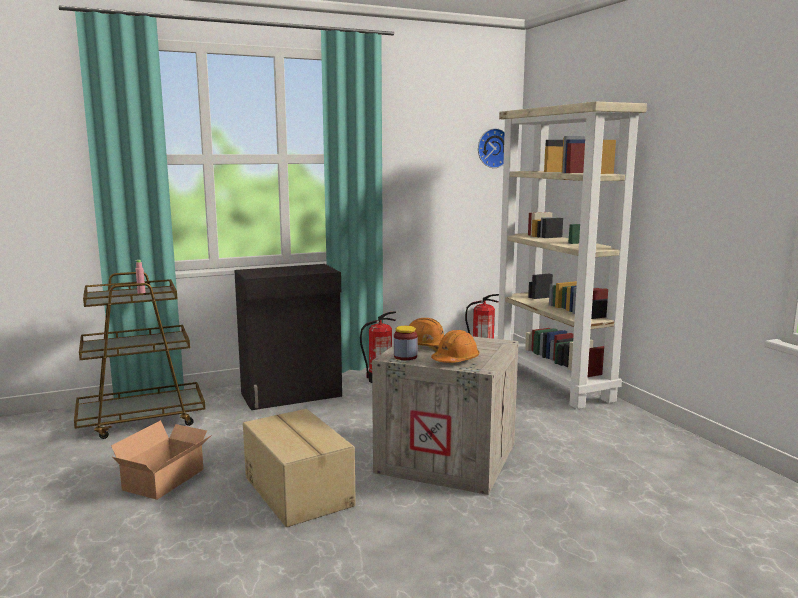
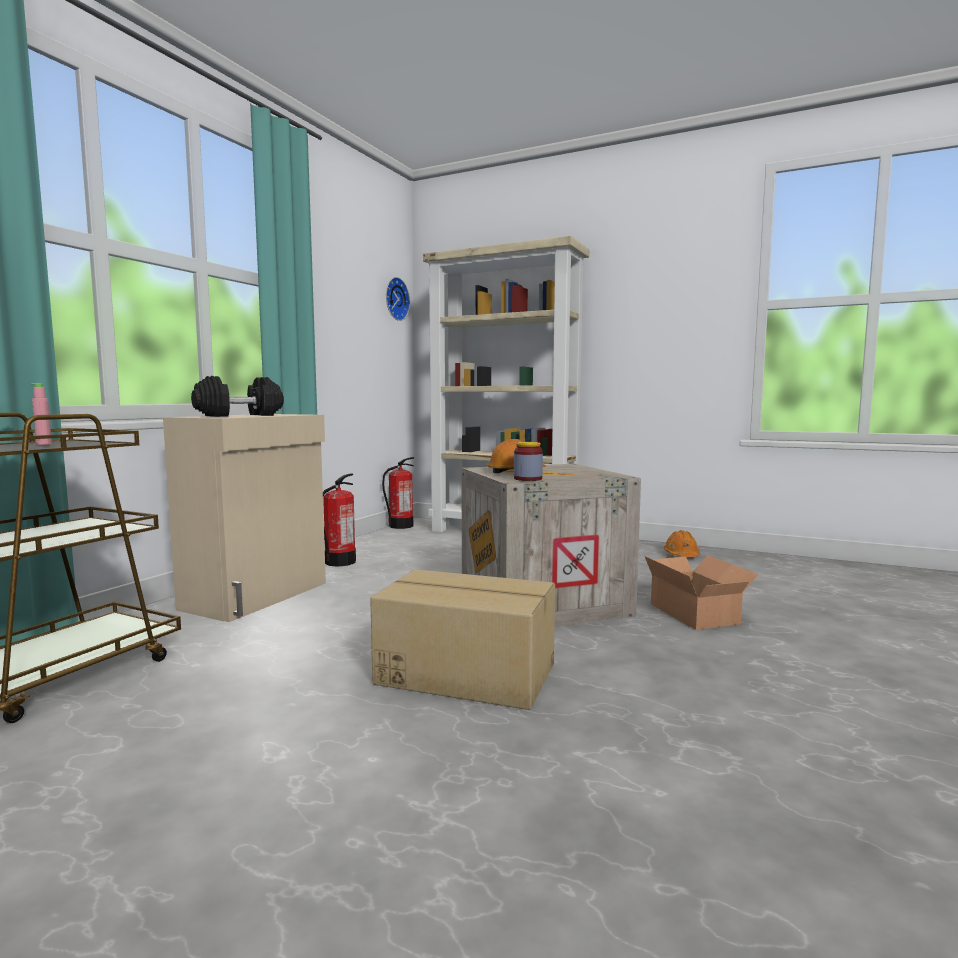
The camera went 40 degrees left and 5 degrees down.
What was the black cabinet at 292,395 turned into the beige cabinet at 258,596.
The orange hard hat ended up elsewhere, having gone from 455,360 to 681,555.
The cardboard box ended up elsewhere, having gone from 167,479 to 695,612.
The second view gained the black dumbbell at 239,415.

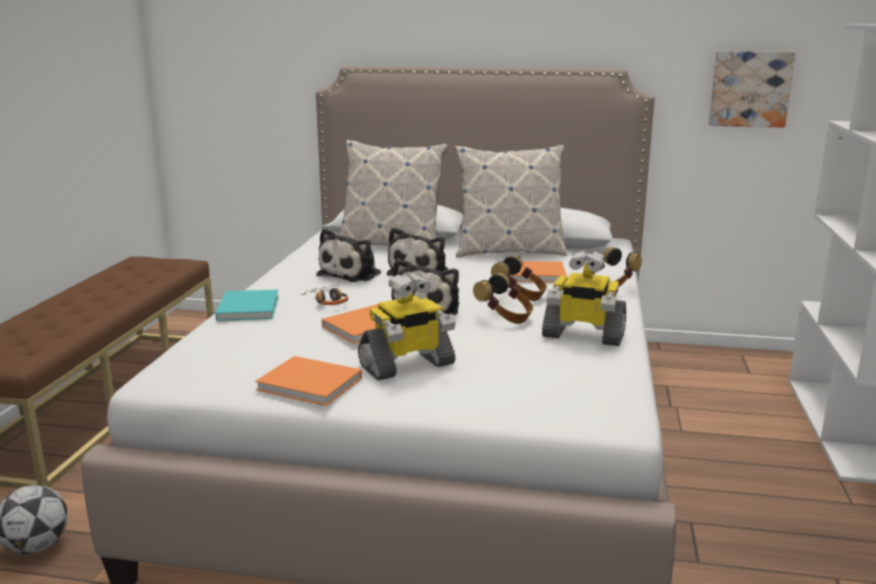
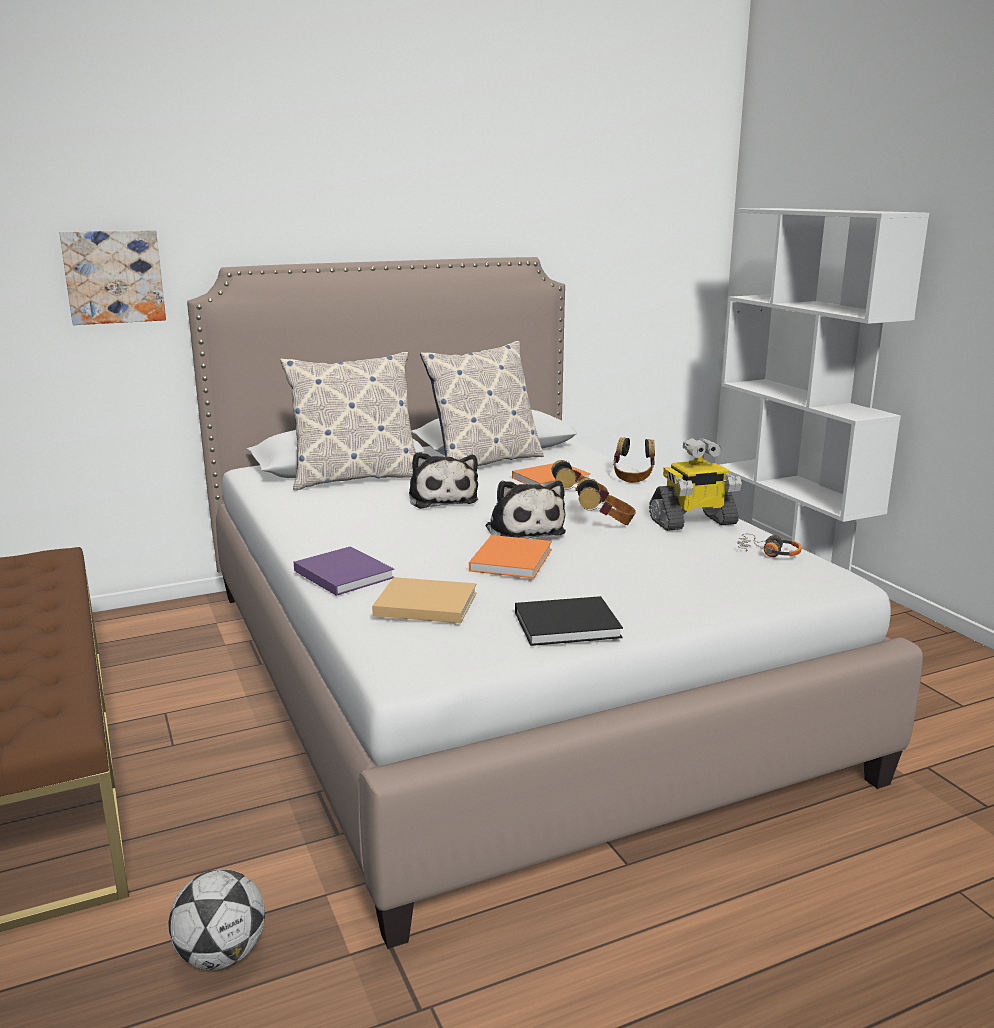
The camera went 35 degrees left and 0 degrees up.
The picture ended up elsewhere, having gone from 750,88 to 113,276.
The second view lost the plush toy at 352,274.
The second view lost the toy robot at 407,365.
The headphones ended up elsewhere, having gone from 327,301 to 767,553.
What was the turquoise book at 248,307 turned into the purple book at 342,573.
What was the orange book at 312,384 turned into the black book at 570,624.
The second view gained the beige book at 422,604.

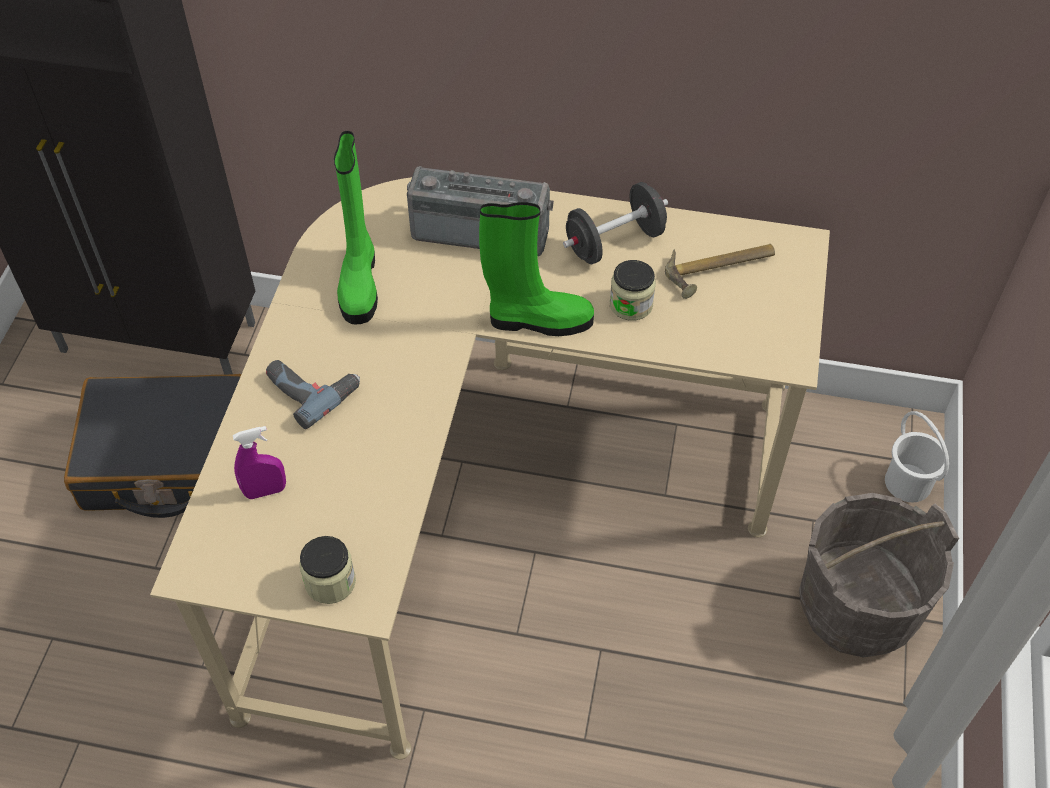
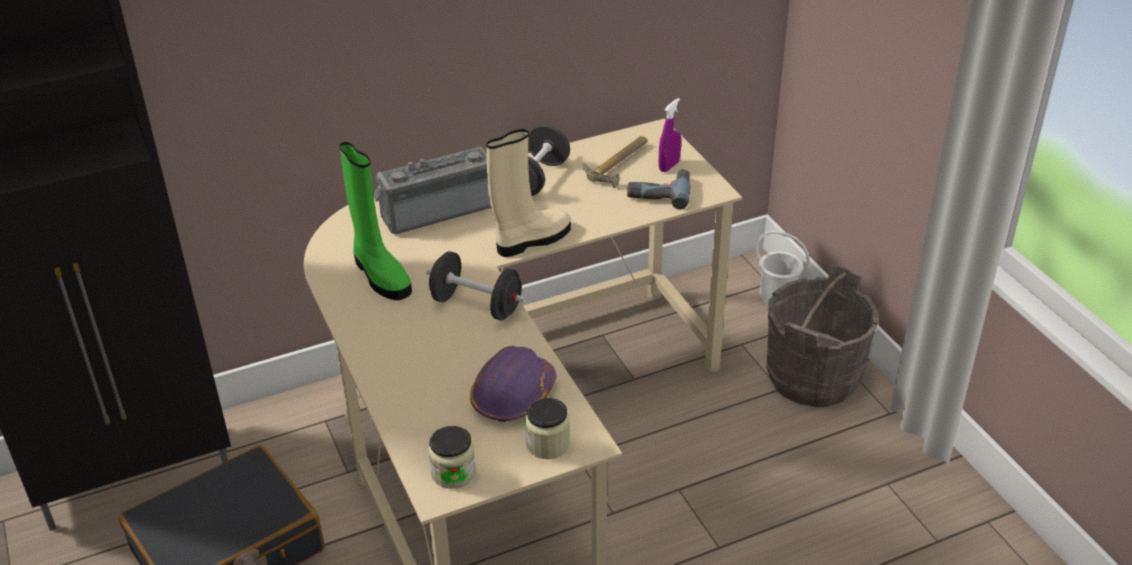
The camera went 35 degrees left and 15 degrees down.
What was the green boot at 537,320 turned into the beige boot at 531,240.
The jar ended up elsewhere, having gone from 631,305 to 453,473.
The power drill ended up elsewhere, having gone from 311,388 to 659,192.
The purple spray bottle ended up elsewhere, having gone from 265,491 to 669,166.
The second view gained the black dumbbell at 476,305.
The second view gained the purple hard hat at 513,396.

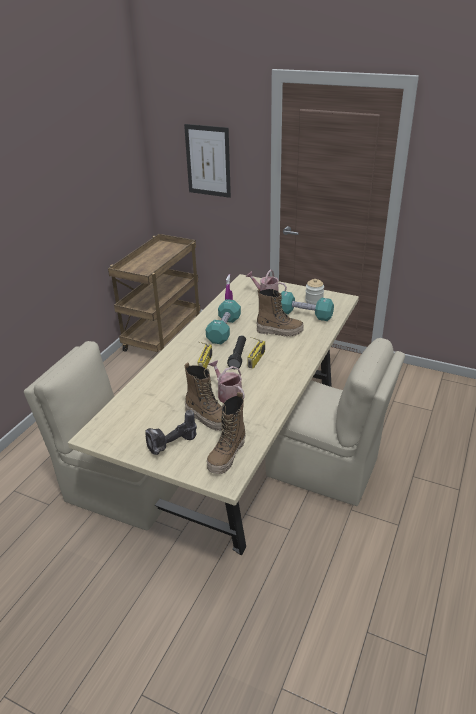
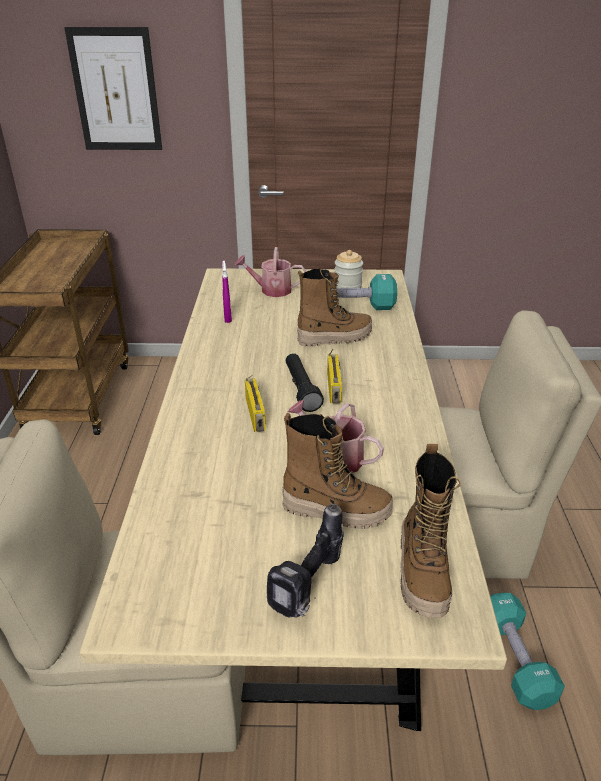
The camera went 25 degrees left and 0 degrees up.
The turquoise dumbbell ended up elsewhere, having gone from 224,330 to 515,660.

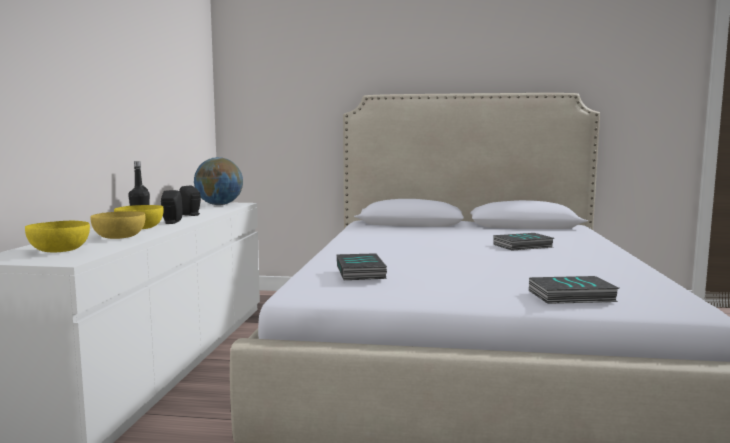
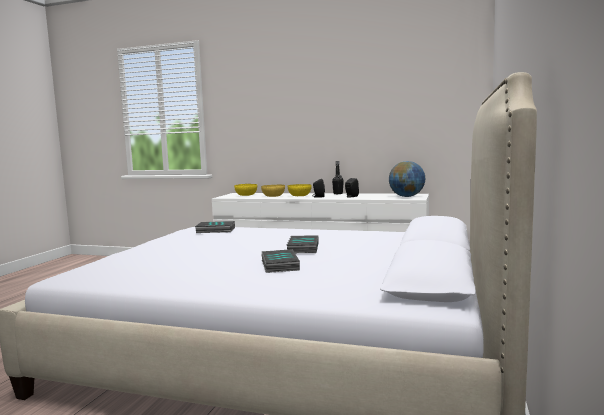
The camera went 100 degrees right and 0 degrees up.
The book ended up elsewhere, having gone from 571,296 to 302,248.

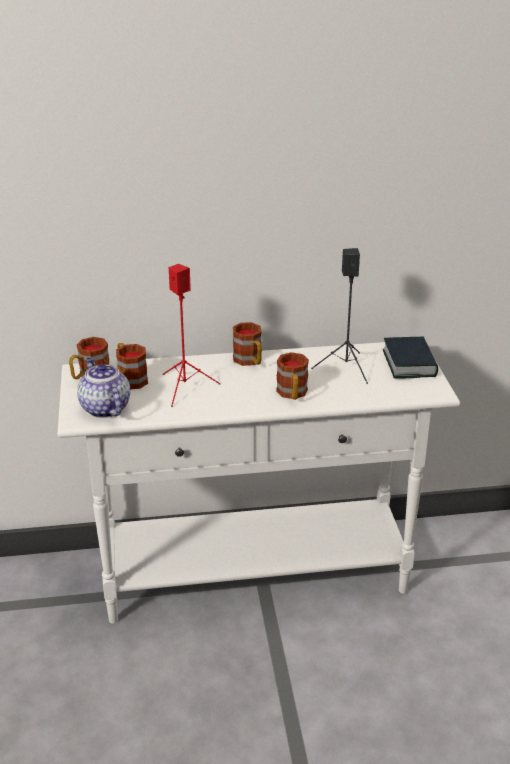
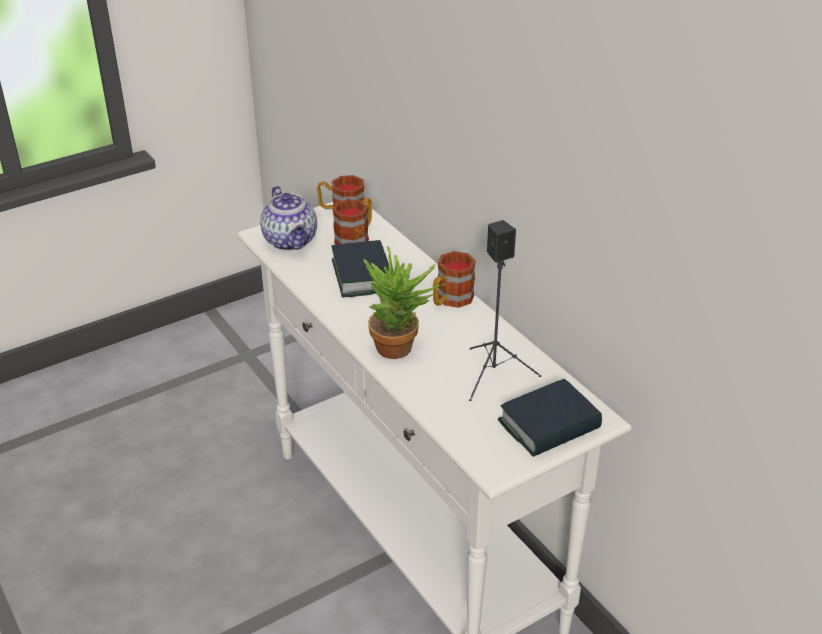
The camera went 65 degrees right and 5 degrees up.
Where the red speaker stood at 185,387, the book came to stand at 363,275.
Where the mug stood at 292,394, the potted plant came to stand at 401,349.
The teapot at 104,408 ended up facing another way, 120 degrees clockwise from before.

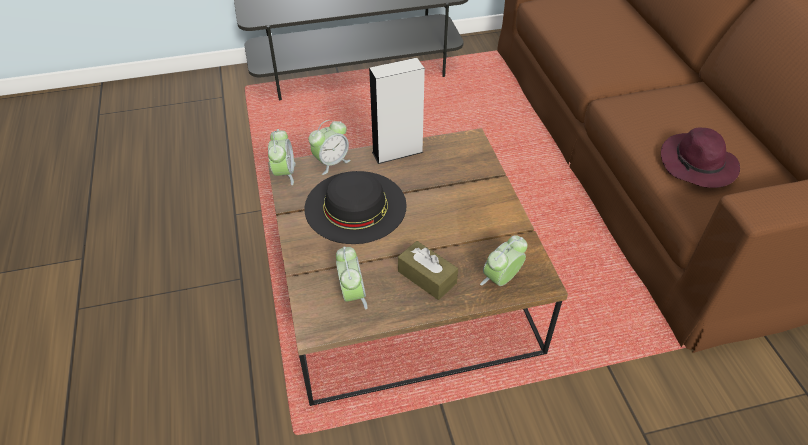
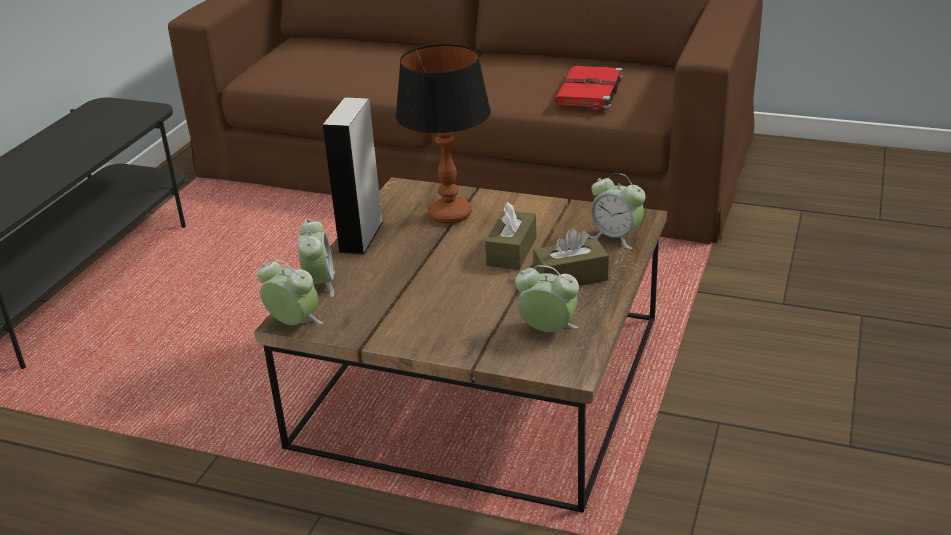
The camera went 55 degrees left and 15 degrees down.
Where the purple hat stood at 698,165, the red book came to stand at 589,91.
The second view lost the black hat at 355,206.
The alarm clock at 501,279 ended up facing another way, 45 degrees counterclockwise from before.
The second view gained the table lamp at 450,214.
The second view gained the brown tissue box at 511,251.

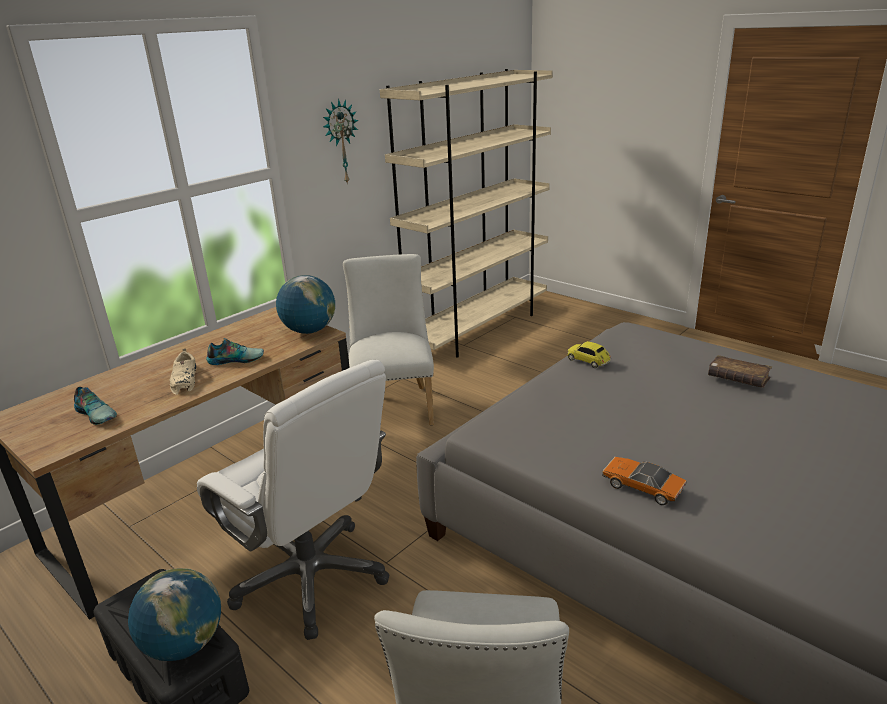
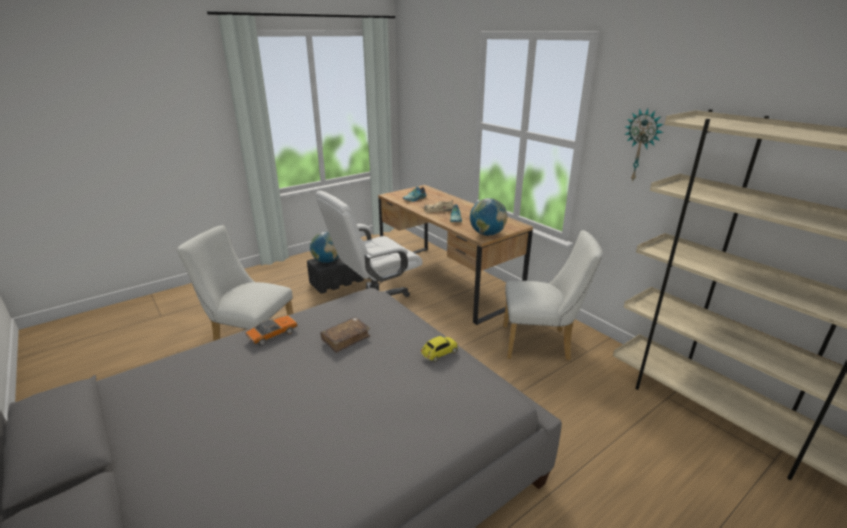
The camera went 100 degrees right and 0 degrees up.
The brown book ended up elsewhere, having gone from 738,379 to 346,338.

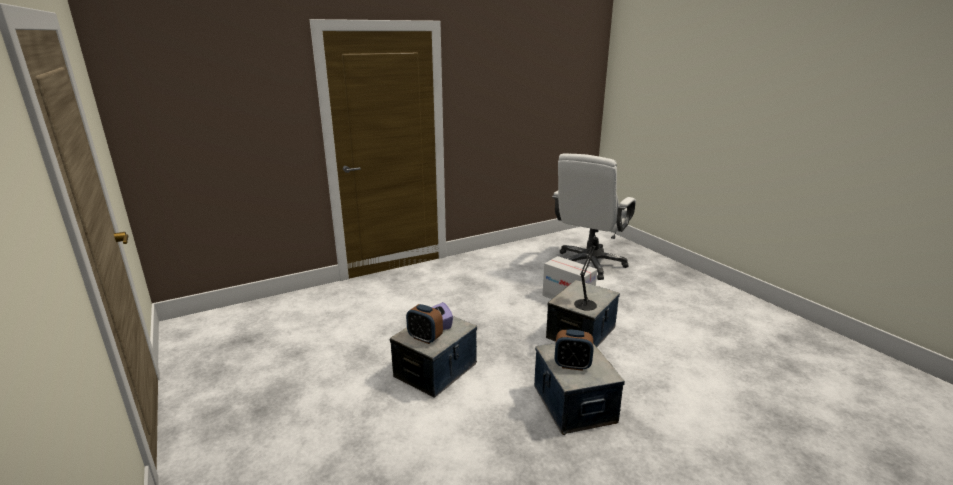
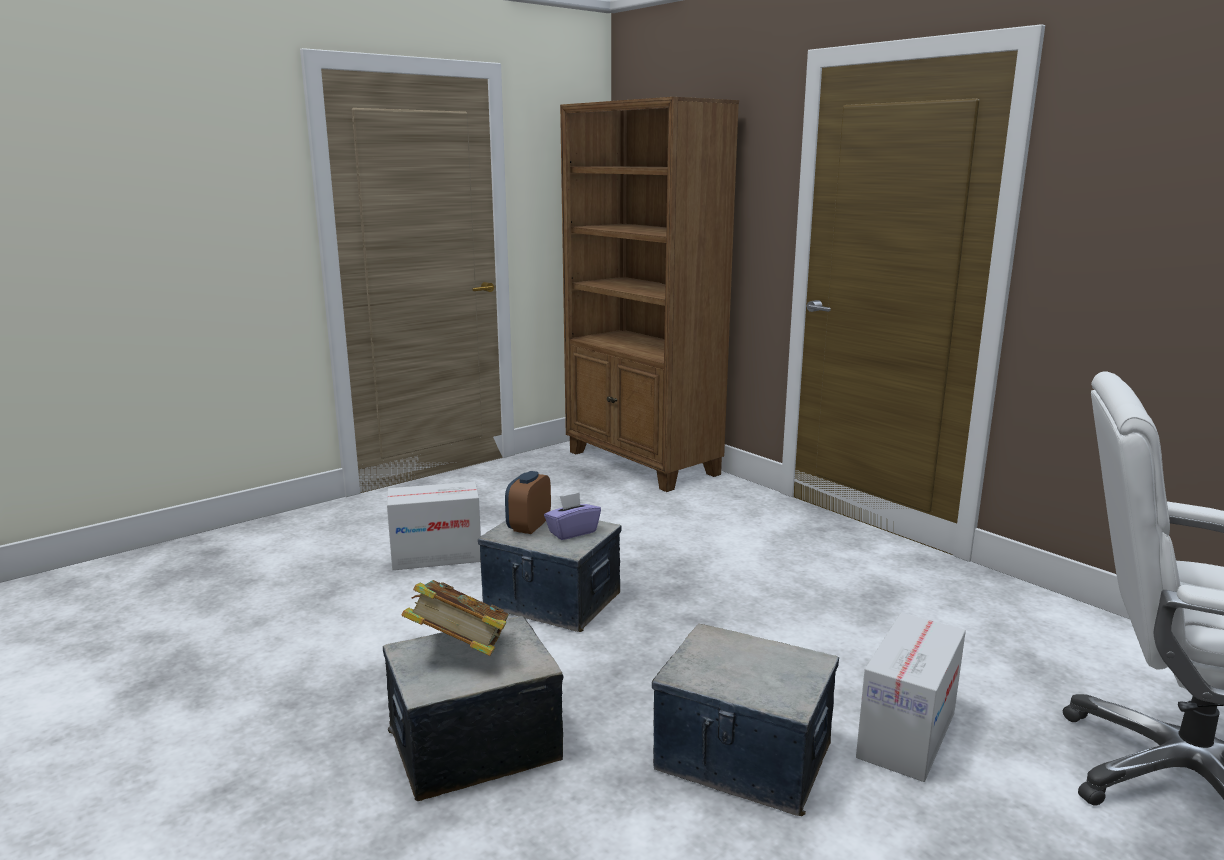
The camera went 80 degrees right and 5 degrees down.
The second view lost the black table lamp at 586,303.
Where the alarm clock stood at 572,365, the book came to stand at 459,651.
The second view gained the brown bookcase at 642,463.
The second view gained the cardboard box at 437,556.

